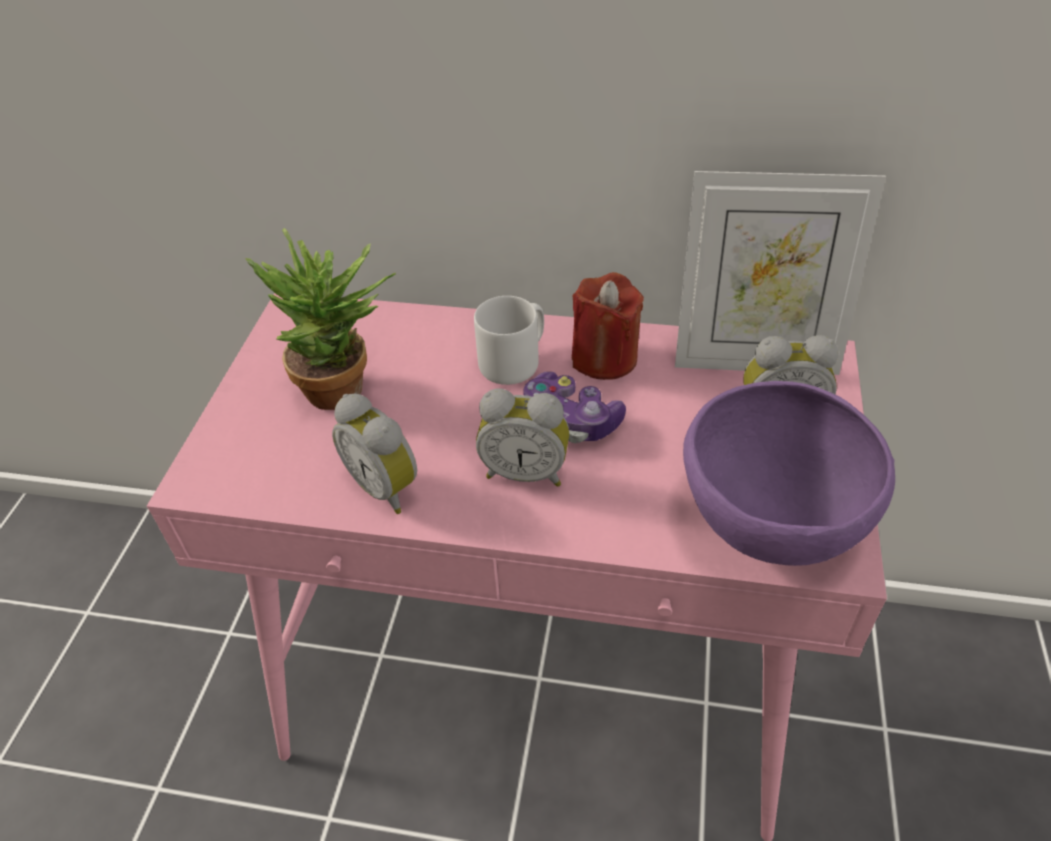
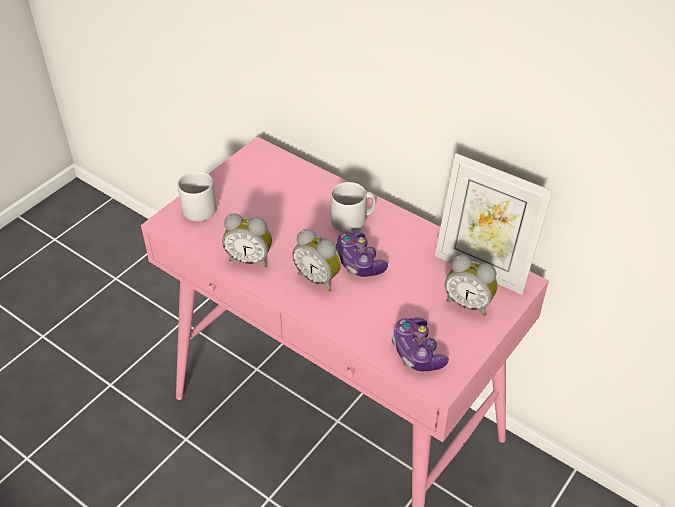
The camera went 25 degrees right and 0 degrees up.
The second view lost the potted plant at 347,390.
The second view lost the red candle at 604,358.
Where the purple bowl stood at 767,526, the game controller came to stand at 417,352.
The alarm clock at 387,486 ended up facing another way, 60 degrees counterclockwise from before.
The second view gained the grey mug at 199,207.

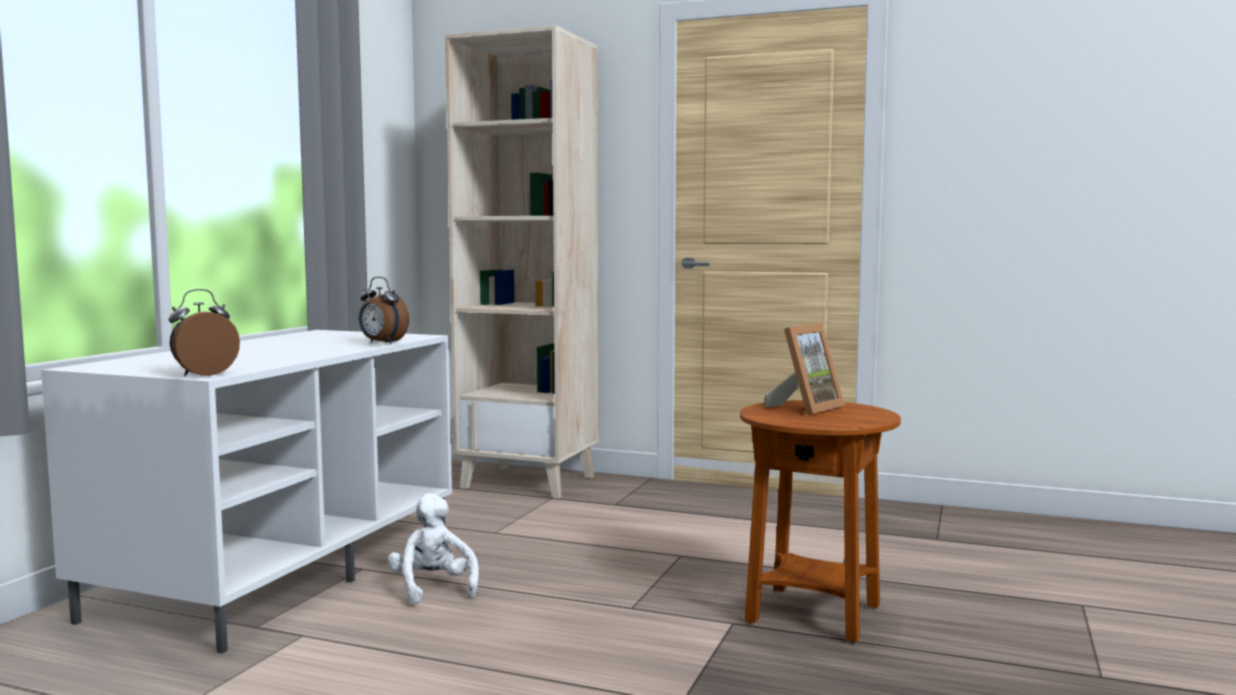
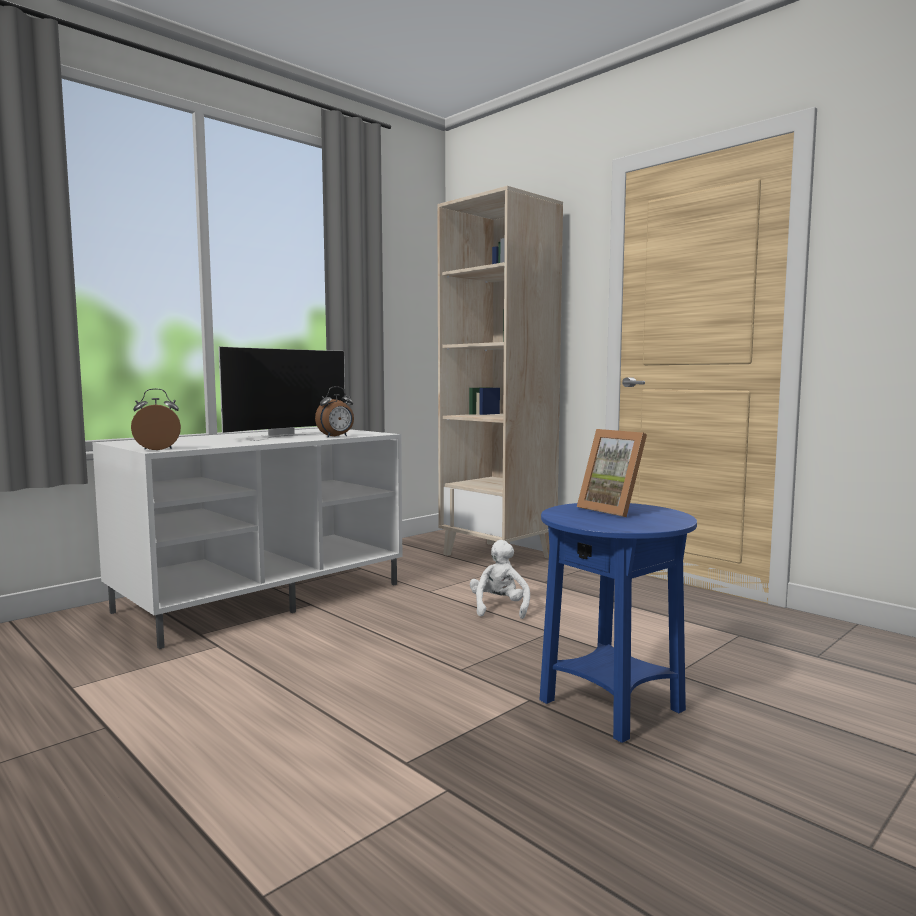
The camera went 25 degrees right and 0 degrees up.
The alarm clock at 382,343 ended up facing another way, 90 degrees counterclockwise from before.
The picture frame at 806,408 ended up facing another way, 75 degrees clockwise from before.
What was the brown side table at 814,614 turned into the blue side table at 612,707.
The white plush toy ended up elsewhere, having gone from 433,589 to 499,608.
The second view gained the television at 283,436.

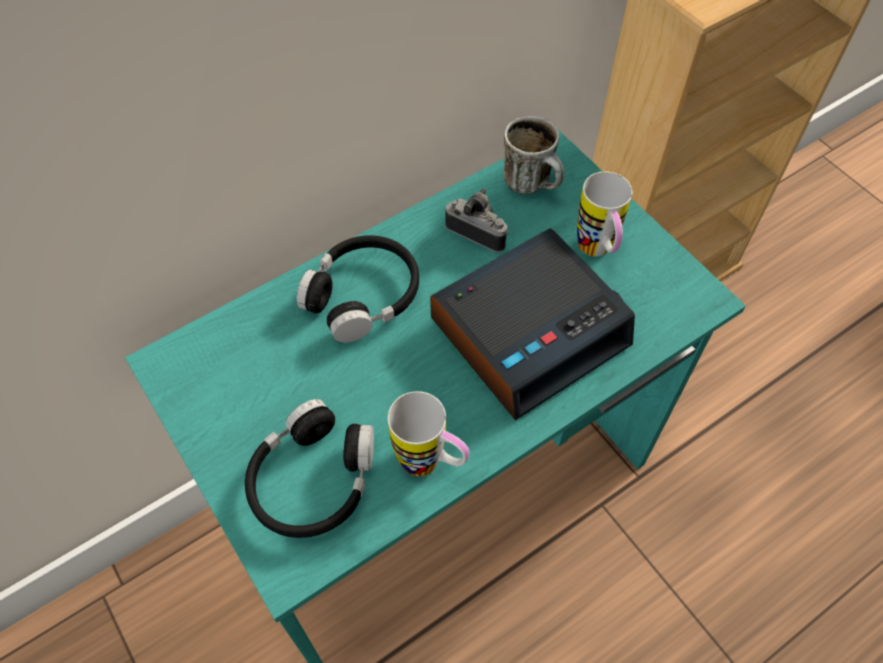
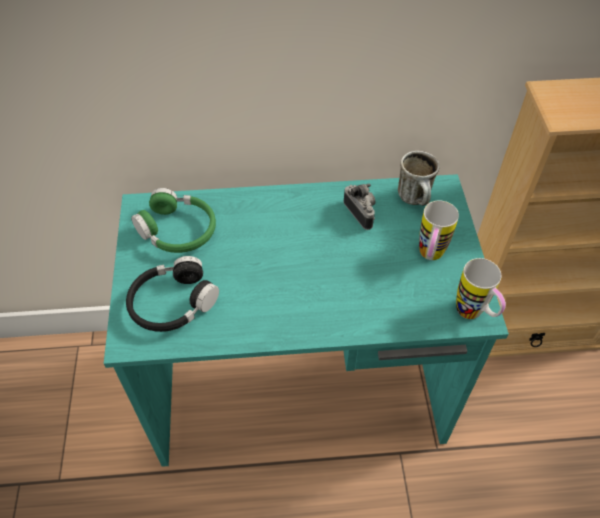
The camera went 30 degrees right and 5 degrees down.
The second view lost the alarm clock at 530,330.
The second view lost the black headphones at 363,295.
The mug ended up elsewhere, having gone from 431,465 to 474,315.
The second view gained the green headphones at 178,230.

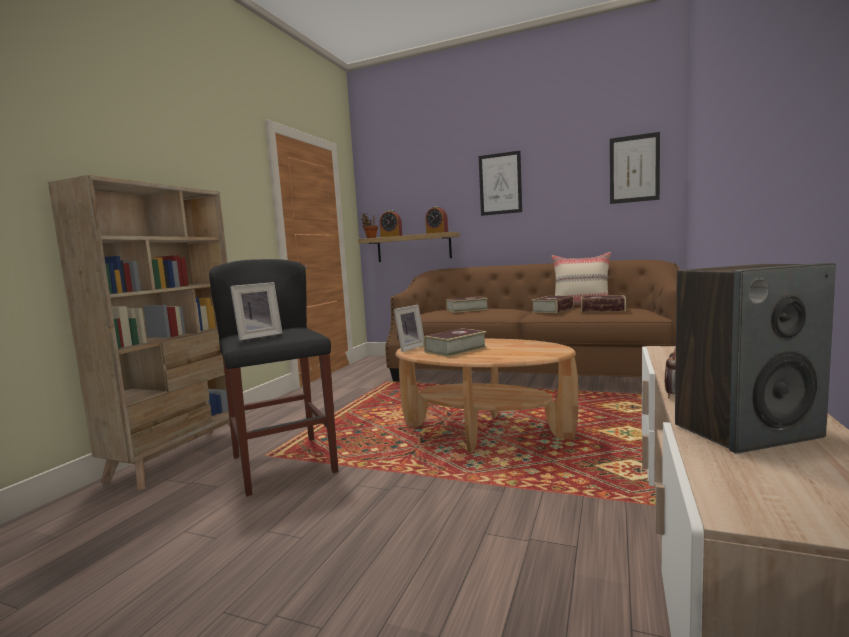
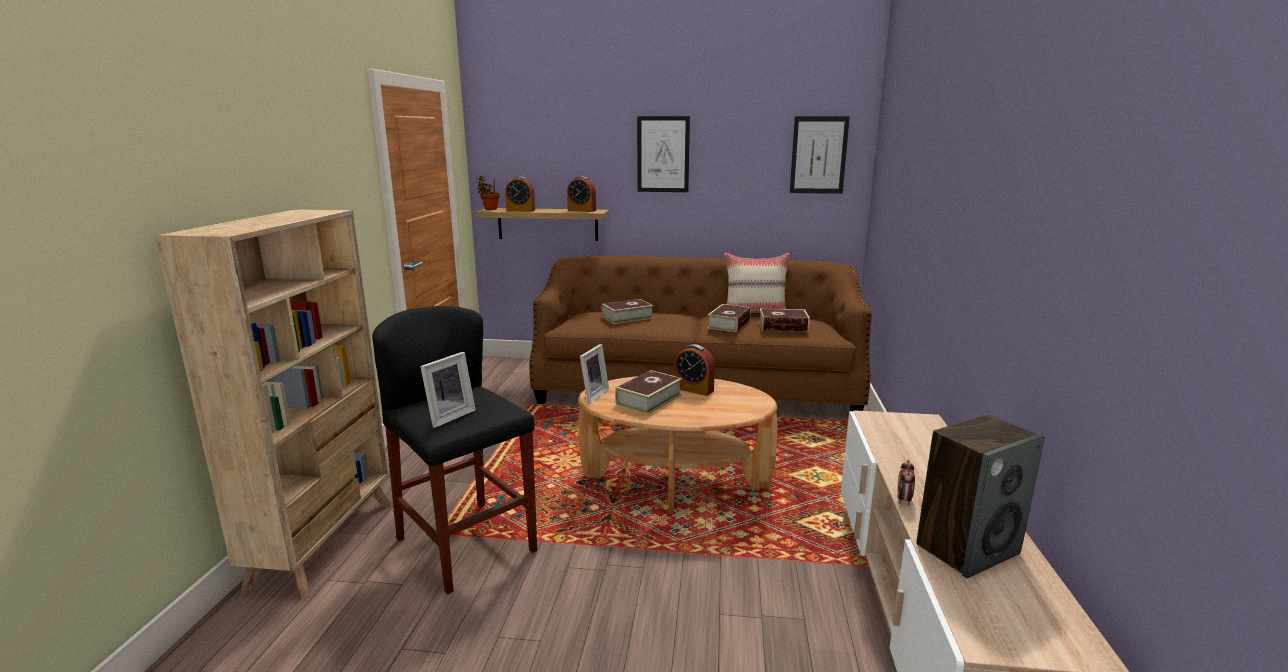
The camera went 15 degrees left and 10 degrees up.
The second view gained the alarm clock at 693,389.

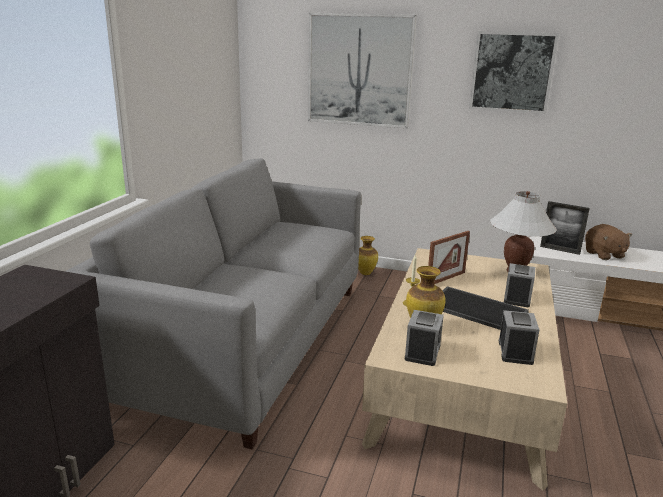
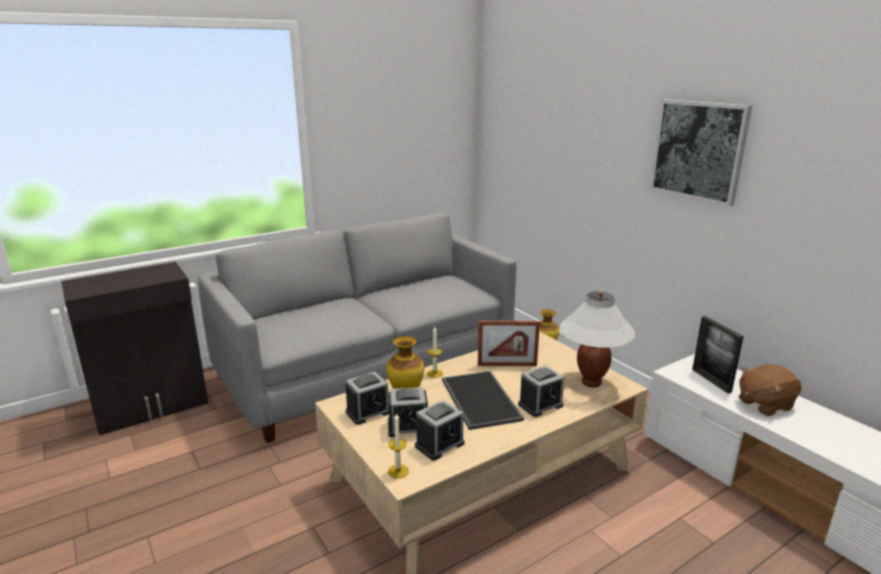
The camera went 40 degrees right and 0 degrees up.
The second view lost the picture at 359,70.
The brown plush toy at 604,254 ended up facing another way, 45 degrees clockwise from before.
The second view gained the alarm clock at 408,427.
The second view gained the candle at 398,471.

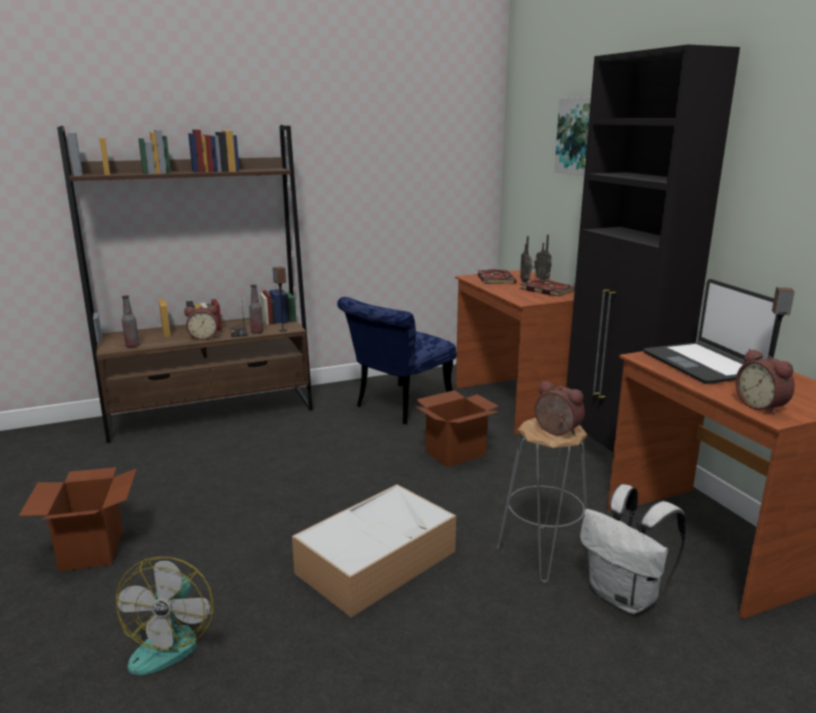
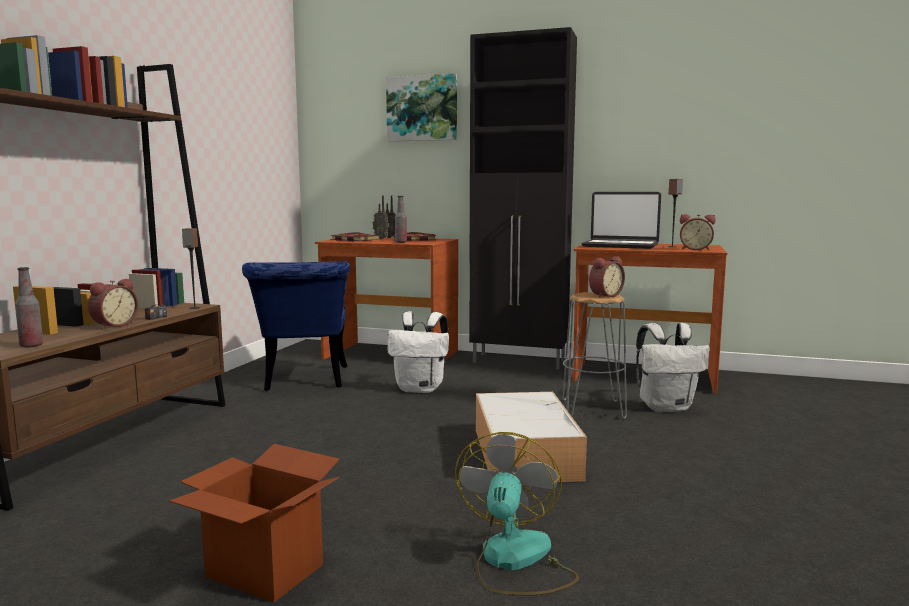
The camera went 50 degrees left and 10 degrees down.
The bottle ended up elsewhere, having gone from 257,332 to 401,242.
The alarm clock at 556,432 ended up facing another way, 150 degrees clockwise from before.
Where the cardboard box stood at 455,453, the white backpack came to stand at 421,389.
The fan at 170,640 ended up facing another way, 120 degrees counterclockwise from before.

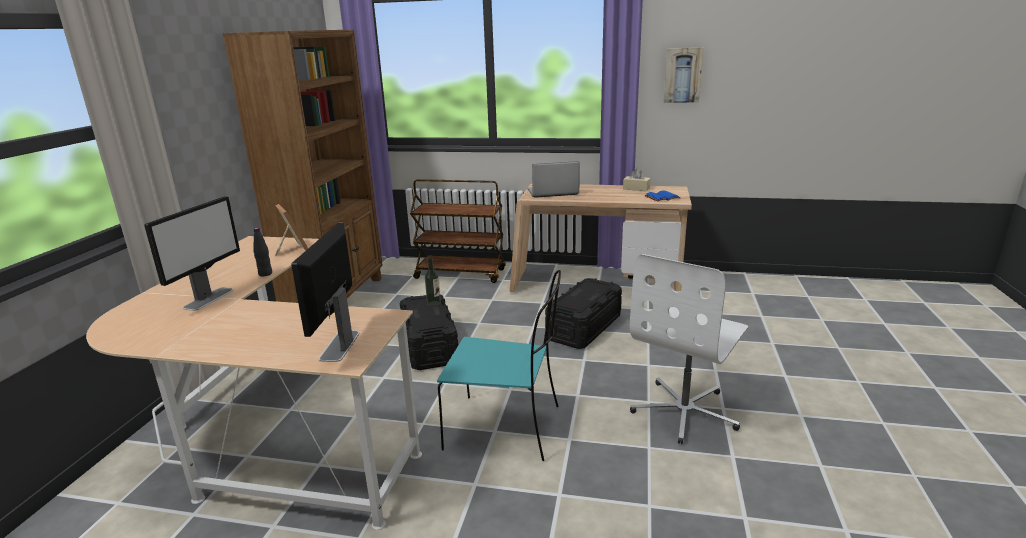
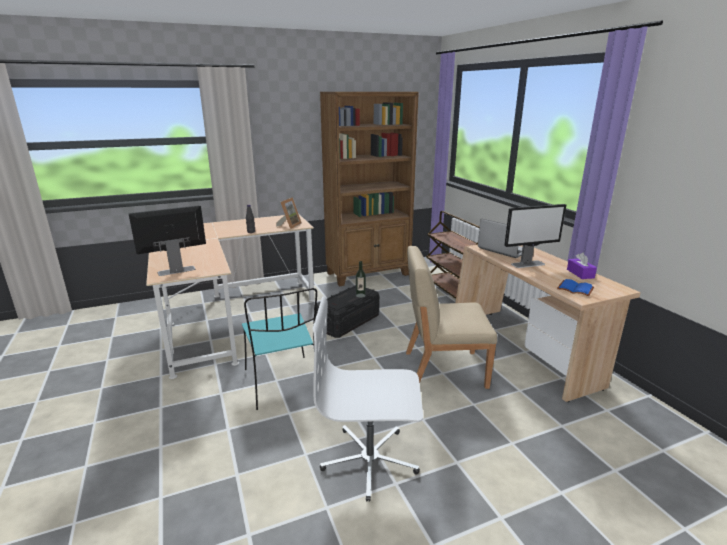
The camera went 55 degrees right and 0 degrees up.
The second view lost the picture at 682,75.
What was the beige tissue box at 636,188 turned into the purple tissue box at 580,273.
The monitor ended up elsewhere, having gone from 209,298 to 528,264.
Where the black storage box stood at 584,327, the beige chair came to stand at 443,369.

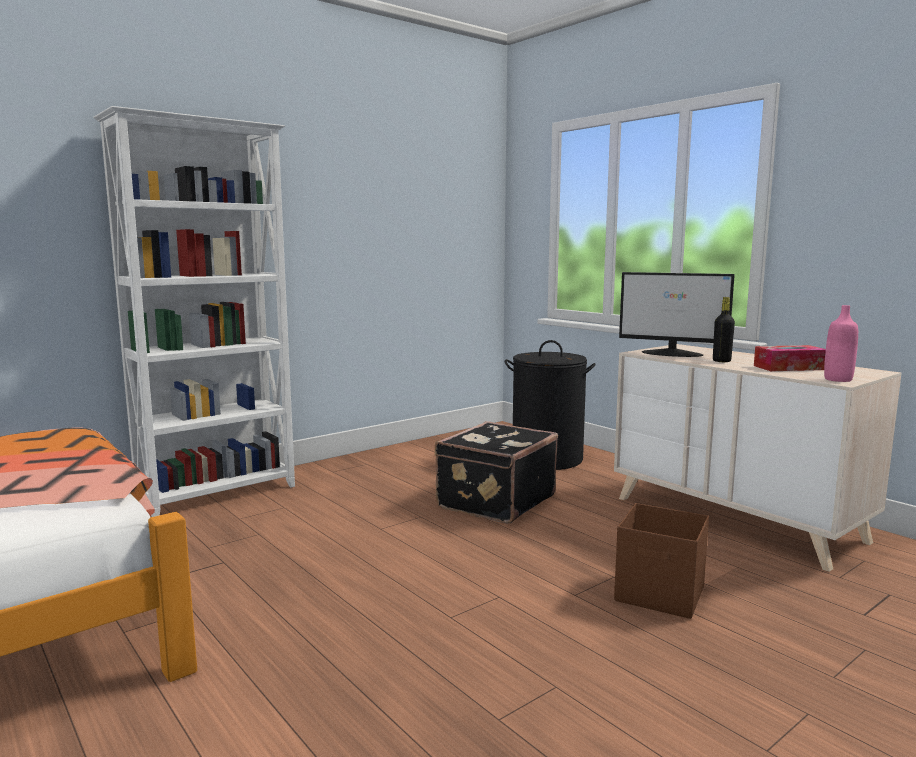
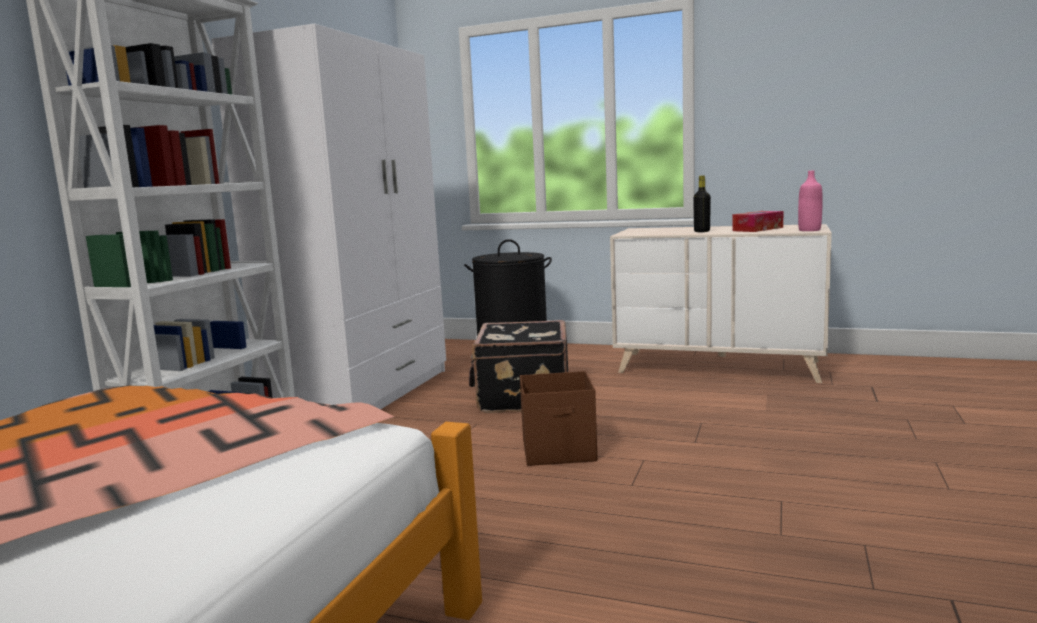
The camera went 30 degrees left and 0 degrees up.
The second view lost the monitor at 673,353.
The brown storage box ended up elsewhere, having gone from 661,595 to 560,451.
The second view gained the white wardrobe at 363,393.

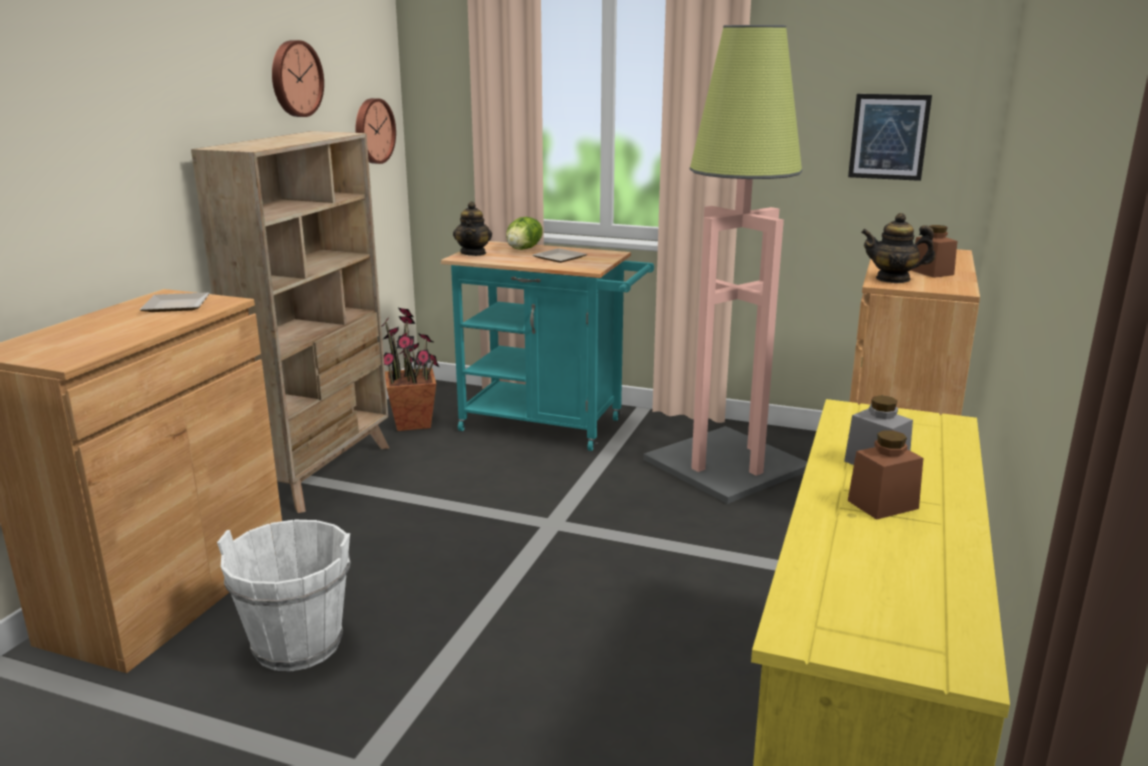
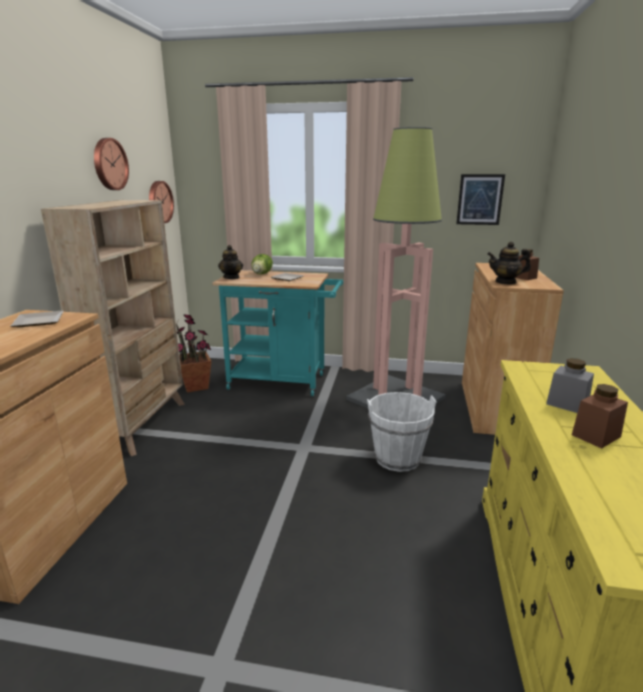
The camera went 10 degrees left and 0 degrees up.
The white bucket ended up elsewhere, having gone from 298,644 to 397,458.

